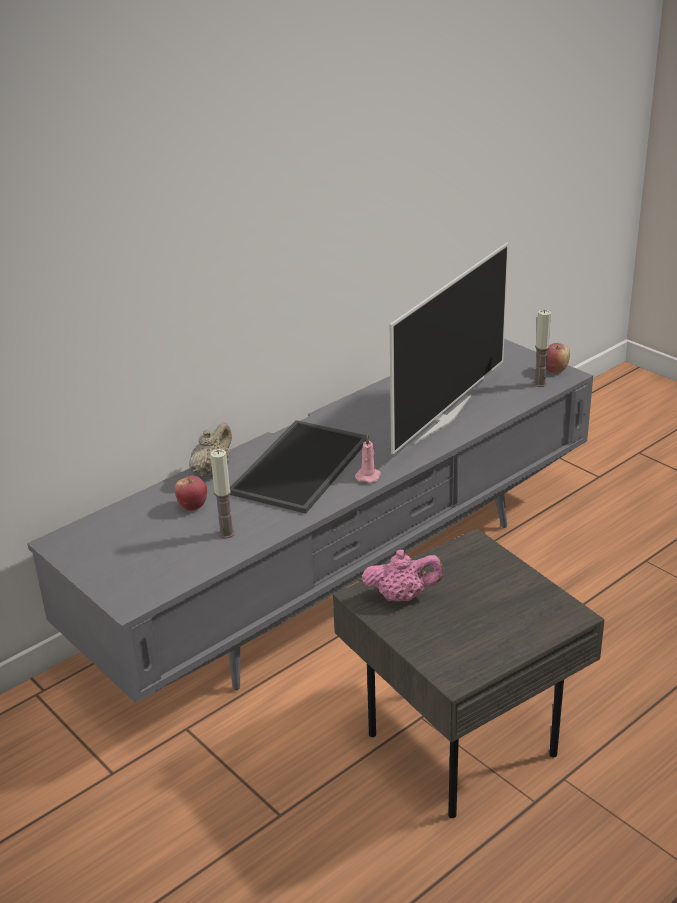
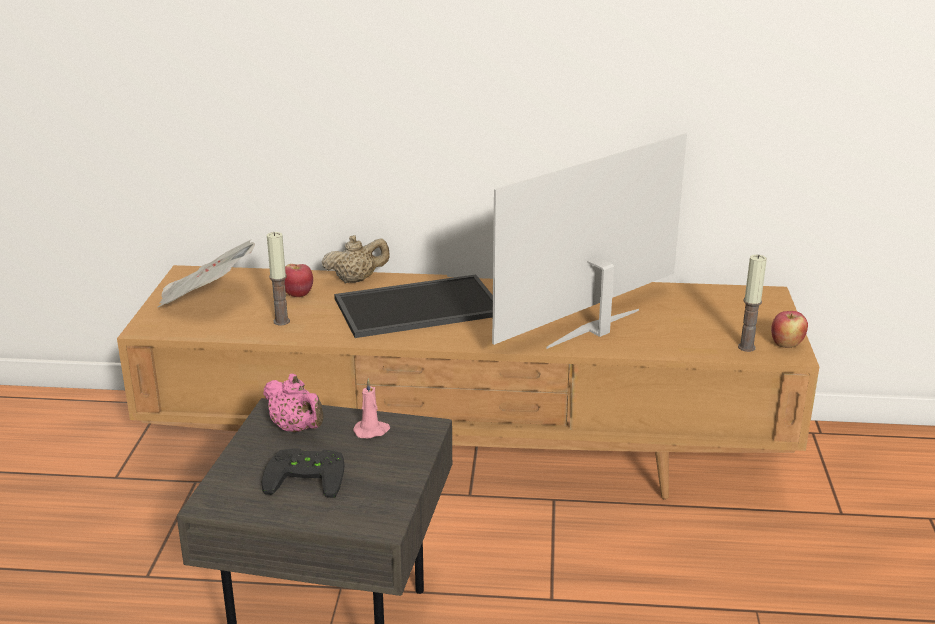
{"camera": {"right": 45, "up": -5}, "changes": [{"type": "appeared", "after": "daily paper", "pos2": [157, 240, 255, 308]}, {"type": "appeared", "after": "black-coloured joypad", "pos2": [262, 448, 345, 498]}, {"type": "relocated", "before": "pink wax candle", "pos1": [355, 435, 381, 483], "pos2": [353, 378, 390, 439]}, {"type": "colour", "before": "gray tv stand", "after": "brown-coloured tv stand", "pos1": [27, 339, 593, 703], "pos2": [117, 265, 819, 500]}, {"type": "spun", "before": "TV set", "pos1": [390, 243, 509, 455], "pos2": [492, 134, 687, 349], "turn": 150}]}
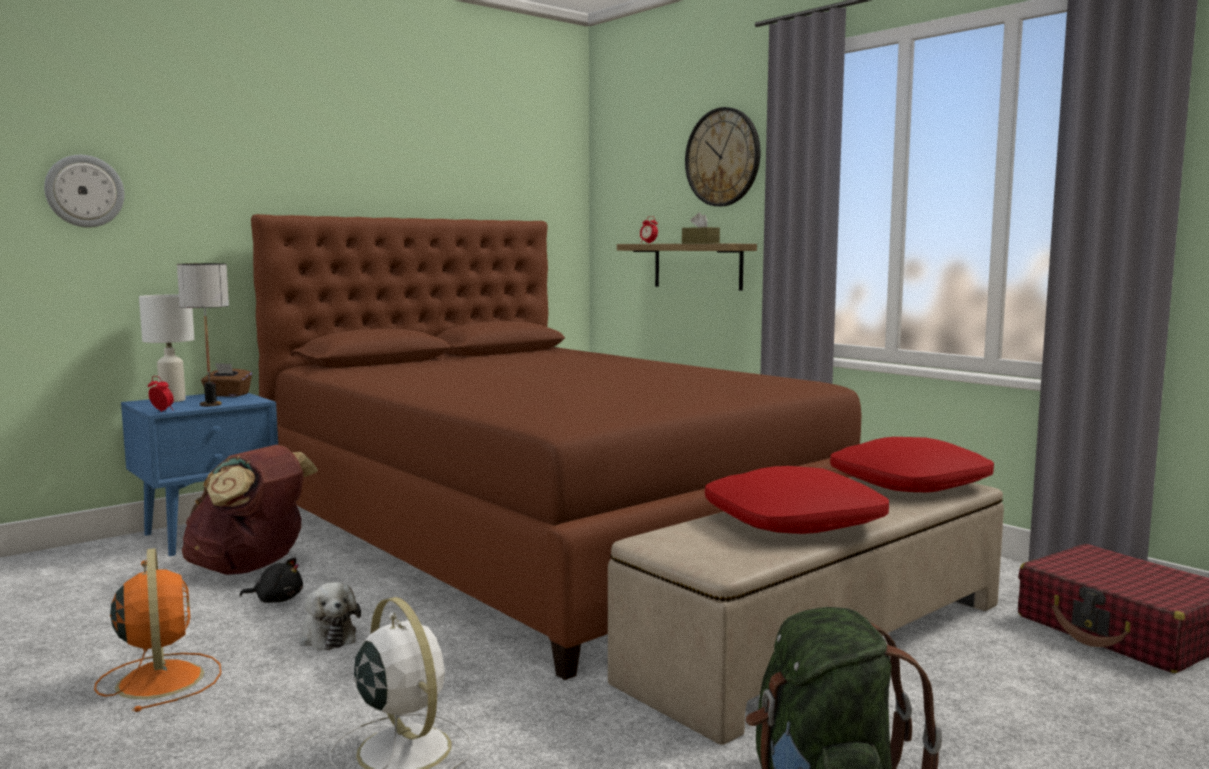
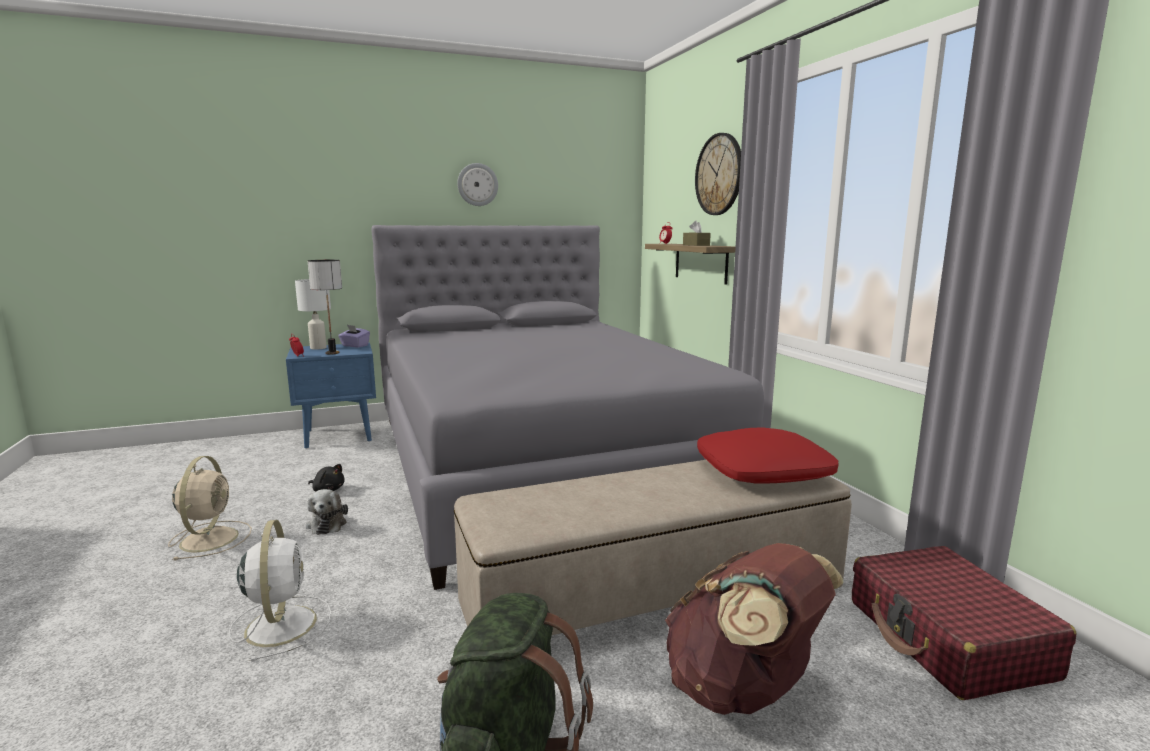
{"camera": {"right": 20, "up": 5}, "changes": [{"type": "missing", "before": "red cushion", "pos1": [705, 466, 889, 534]}, {"type": "relocated", "before": "clock on the wall", "pos1": [44, 155, 125, 227], "pos2": [457, 163, 498, 206]}, {"type": "relocated", "before": "brown-coloured knapsack", "pos1": [182, 445, 318, 575], "pos2": [665, 543, 844, 715]}, {"type": "colour", "before": "orange-coloured fan", "after": "sand-coloured fan", "pos1": [94, 548, 221, 712], "pos2": [168, 456, 252, 561]}, {"type": "colour", "before": "brown-coloured tissue box", "after": "purple-coloured tissue box", "pos1": [201, 363, 252, 397], "pos2": [338, 325, 370, 348]}, {"type": "colour", "before": "brown-coloured bedroom bed", "after": "gray bedroom bed", "pos1": [251, 214, 862, 680], "pos2": [371, 225, 764, 590]}]}
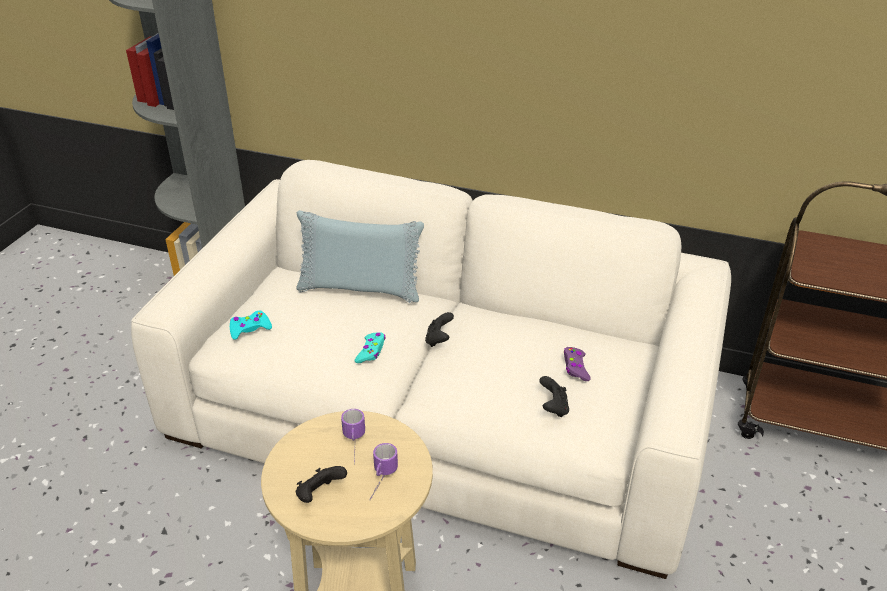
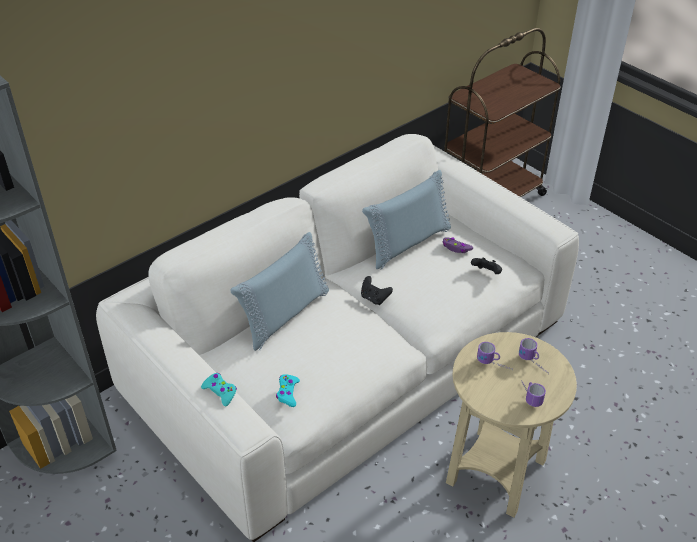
{"camera": {"right": -60, "up": 5}, "changes": [{"type": "appeared", "after": "blue-coloured cushion", "pos2": [362, 170, 451, 270]}, {"type": "relocated", "before": "turquoise joypad", "pos1": [355, 332, 385, 363], "pos2": [201, 373, 237, 407]}, {"type": "exchanged", "before": "black-coloured joypad", "after": "tea mug", "pos1": [296, 466, 347, 503], "pos2": [521, 380, 546, 407]}]}
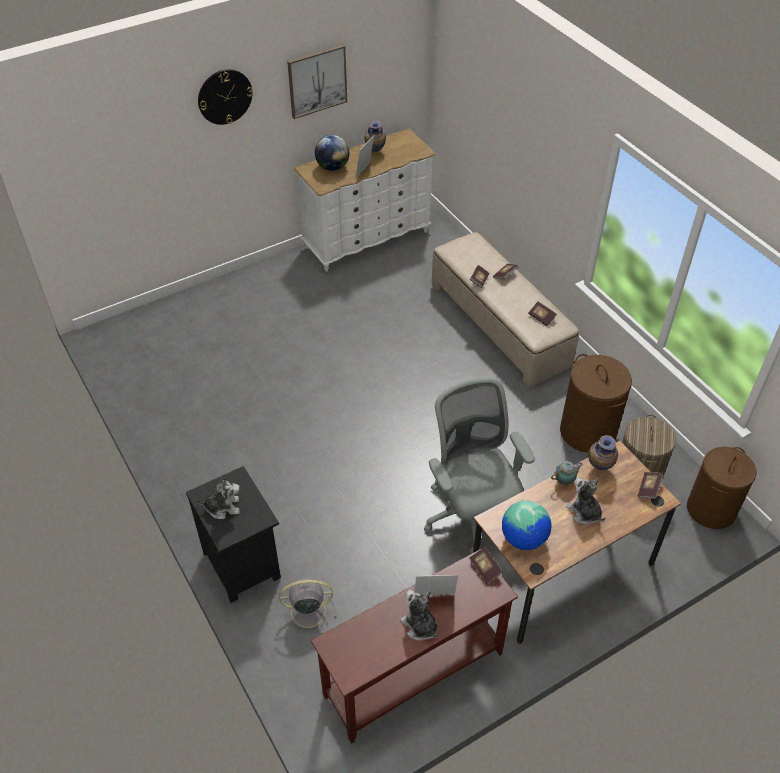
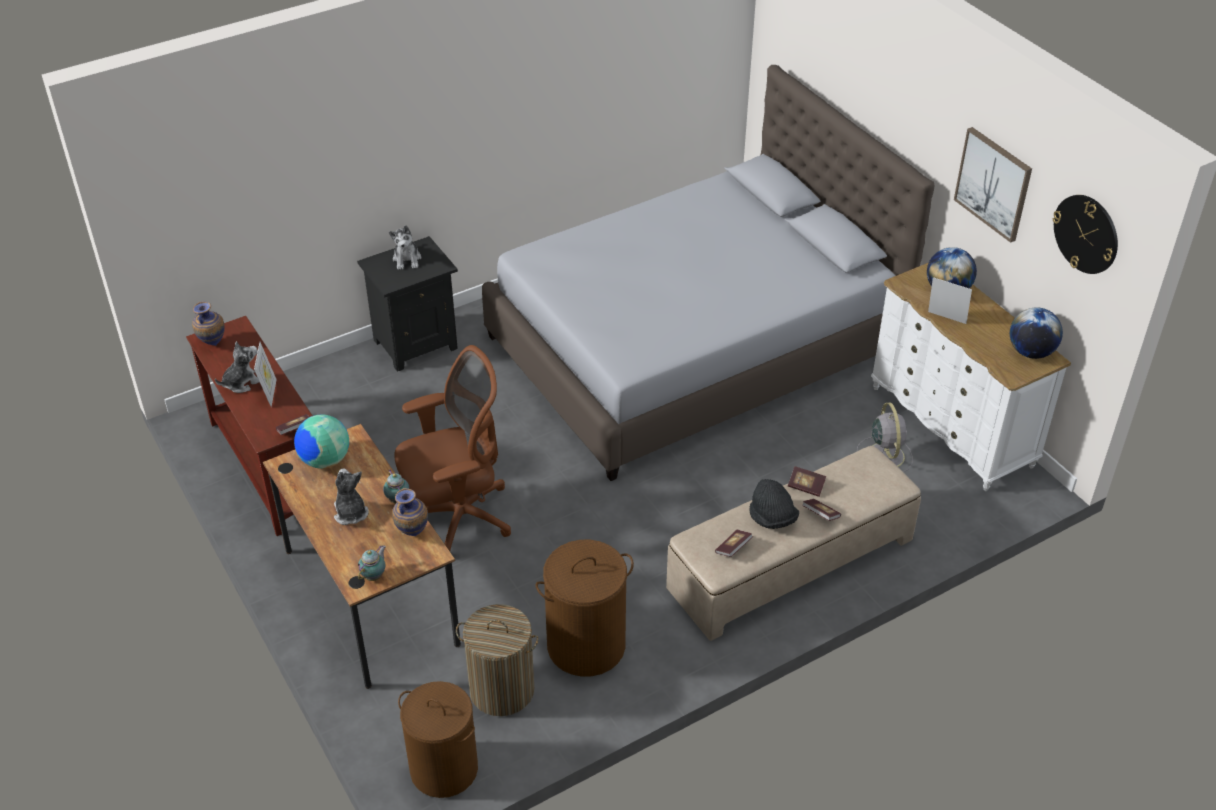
{"camera": {"right": 90, "up": -5}, "changes": [{"type": "appeared", "after": "gray bedroom bed", "pos2": [482, 65, 934, 481]}, {"type": "appeared", "after": "black-coloured clothing hat", "pos2": [749, 479, 799, 529]}, {"type": "appeared", "after": "world globe", "pos2": [1010, 307, 1063, 359]}, {"type": "relocated", "before": "clock on the wall", "pos1": [198, 69, 253, 125], "pos2": [1053, 195, 1118, 274]}, {"type": "relocated", "before": "gray fan", "pos1": [279, 578, 336, 637], "pos2": [857, 402, 913, 472]}, {"type": "relocated", "before": "vase", "pos1": [365, 120, 386, 152], "pos2": [192, 302, 225, 346]}, {"type": "exchanged", "before": "bound book", "after": "pot for tea", "pos1": [637, 472, 663, 499], "pos2": [358, 545, 386, 581]}, {"type": "colour", "before": "gray computer chair", "after": "brown-coloured computer chair", "pos1": [424, 378, 535, 554], "pos2": [394, 345, 511, 551]}, {"type": "spun", "before": "soft toy", "pos1": [566, 478, 606, 525], "pos2": [334, 469, 369, 525], "turn": -75}]}
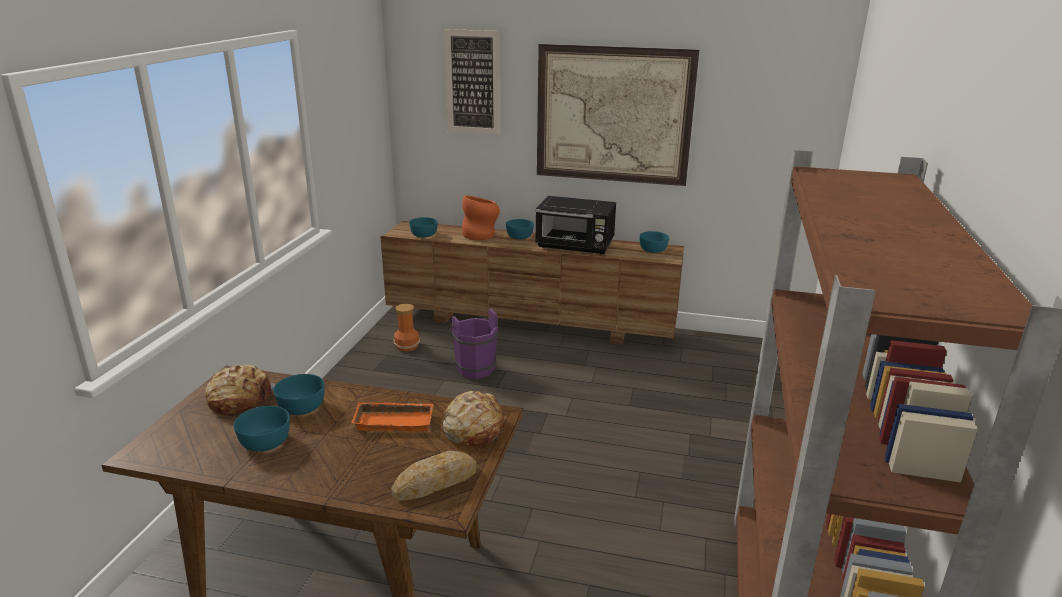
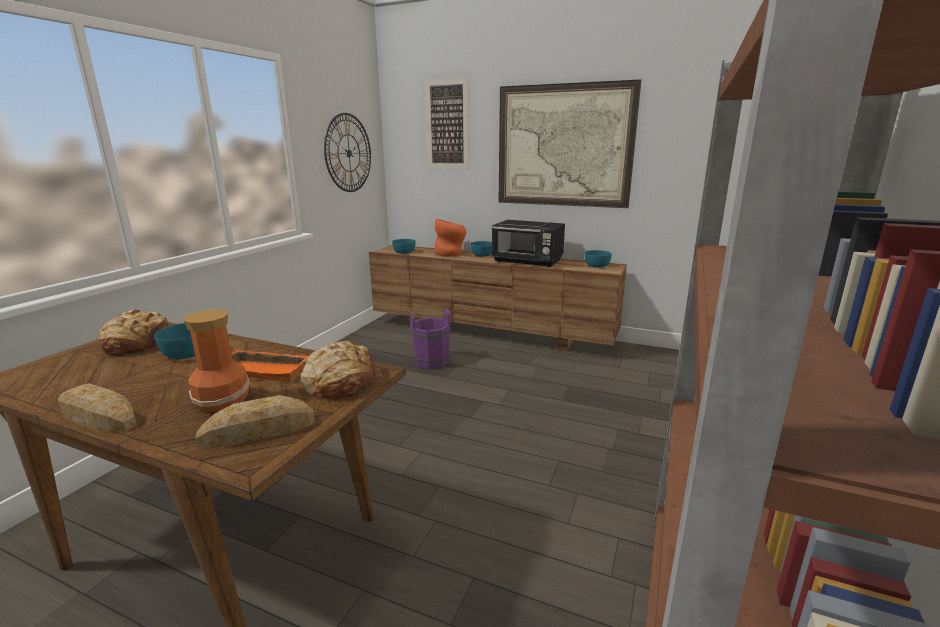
{"camera": {"right": 10, "up": -5}, "changes": [{"type": "missing", "before": "turquoise bowl", "pos1": [234, 406, 290, 452]}, {"type": "appeared", "after": "bread", "pos2": [58, 383, 137, 432]}, {"type": "appeared", "after": "clock on the wall", "pos2": [324, 113, 371, 192]}, {"type": "relocated", "before": "vase", "pos1": [394, 304, 420, 352], "pos2": [184, 309, 250, 412]}]}
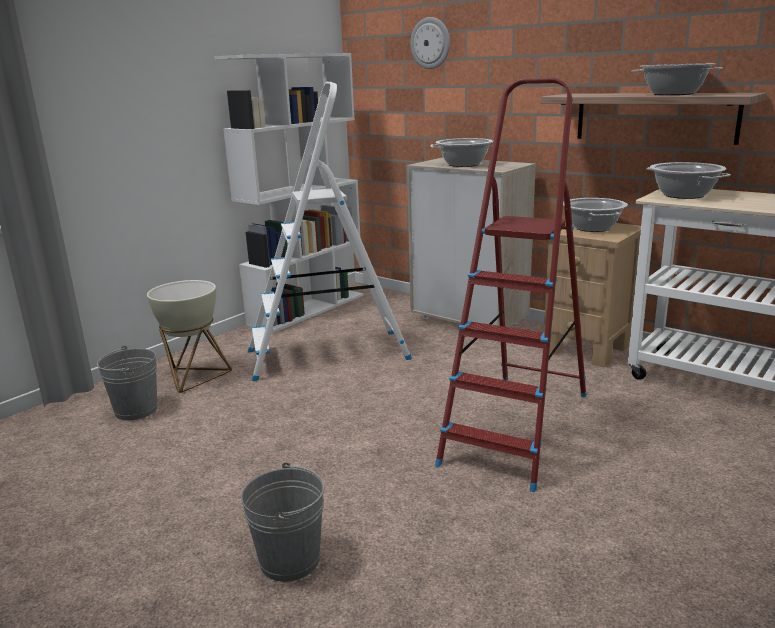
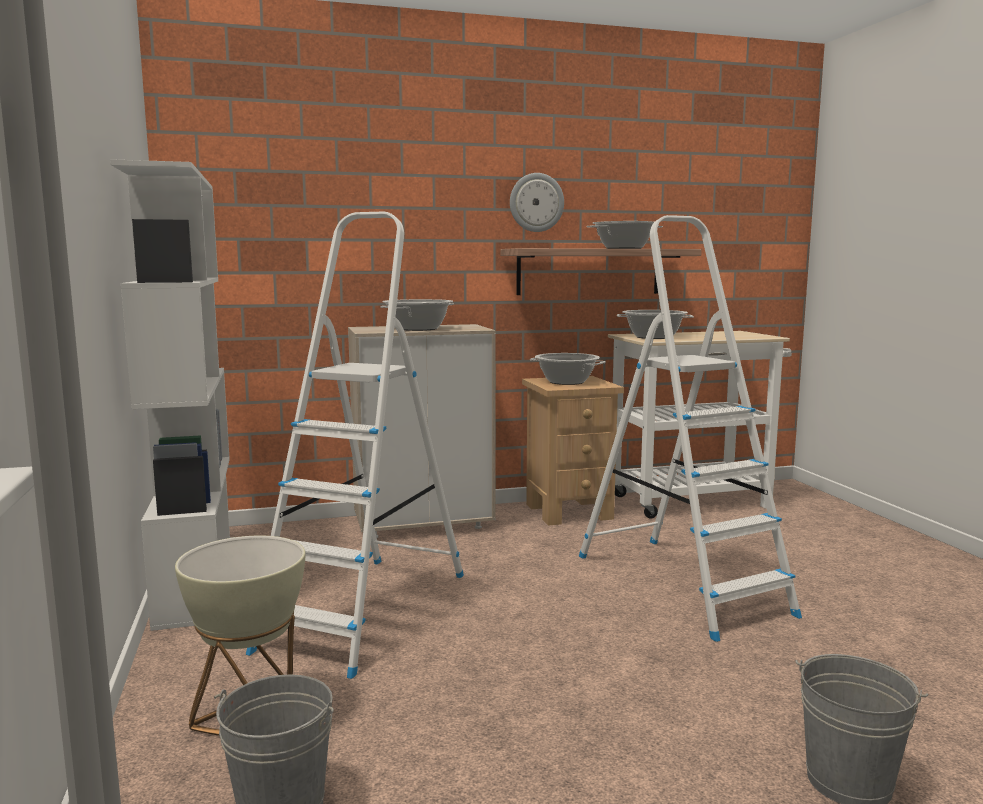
{"camera": {"right": -55, "up": -10}, "changes": [{"type": "relocated", "before": "clock on the wall", "pos1": [410, 17, 450, 69], "pos2": [510, 173, 564, 232]}, {"type": "colour", "before": "red step ladder", "after": "white-coloured step ladder", "pos1": [435, 78, 586, 492], "pos2": [579, 215, 802, 642]}]}
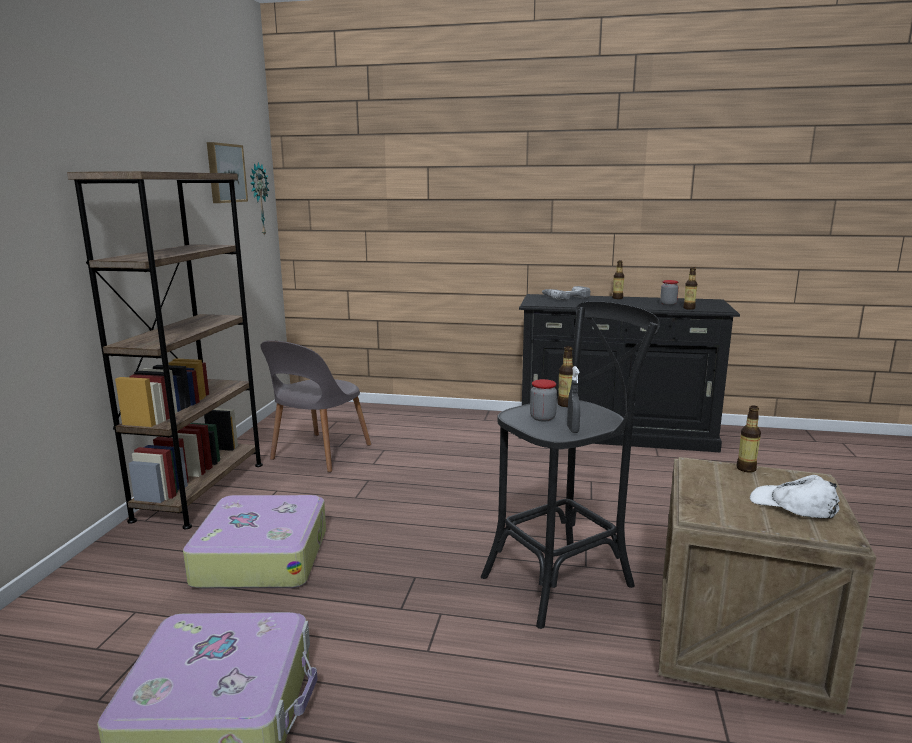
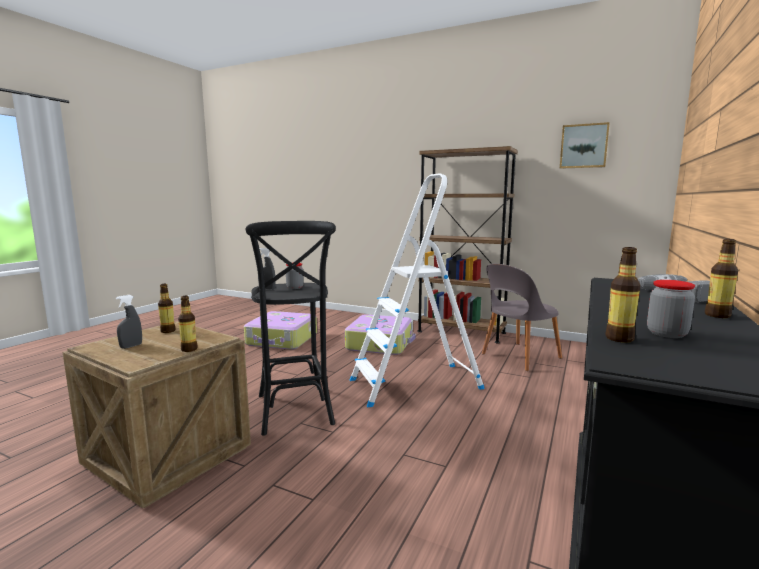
{"camera": {"right": 105, "up": -5}, "changes": [{"type": "missing", "before": "clock on the wall", "pos1": [250, 162, 269, 237]}, {"type": "appeared", "after": "white-coloured step ladder", "pos2": [350, 173, 485, 407]}, {"type": "relocated", "before": "beverage bottle", "pos1": [557, 346, 574, 407], "pos2": [158, 284, 176, 333]}, {"type": "exchanged", "before": "white-coloured baseball cap", "after": "gray sprayer", "pos1": [750, 475, 840, 518], "pos2": [116, 295, 142, 349]}, {"type": "spun", "before": "gray plain chair", "pos1": [260, 341, 371, 472], "pos2": [482, 264, 562, 371], "turn": -75}]}
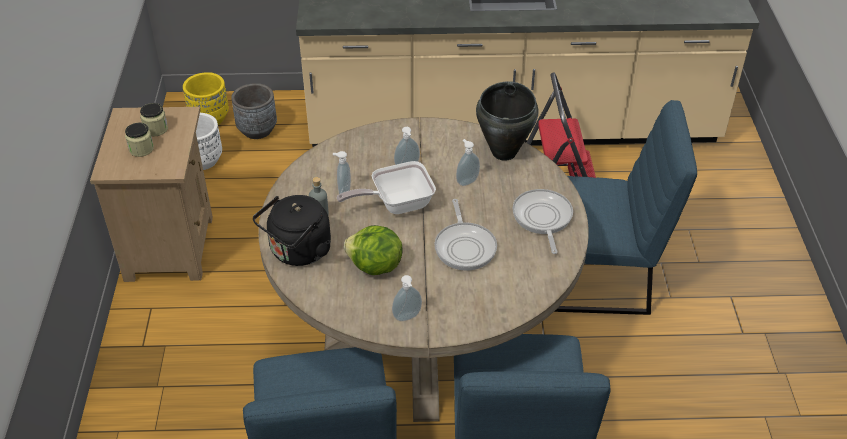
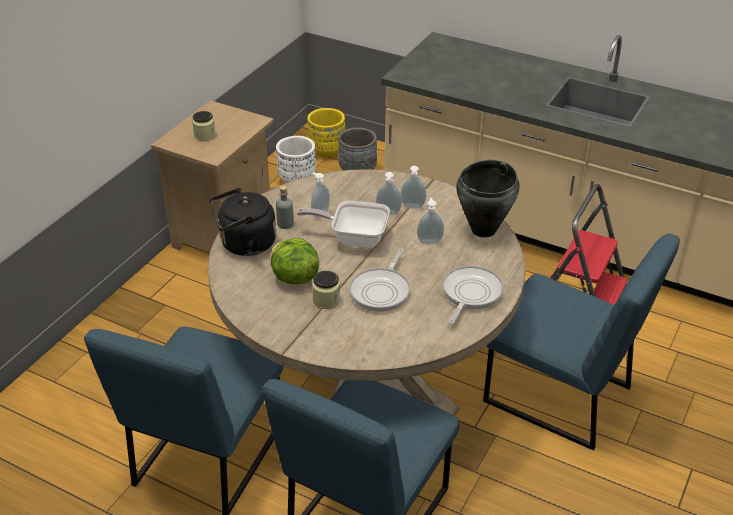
{"camera": {"right": 30, "up": -5}, "changes": [{"type": "relocated", "before": "storage jar", "pos1": [140, 103, 168, 136], "pos2": [312, 271, 340, 309]}, {"type": "relocated", "before": "liquid soap bottle", "pos1": [392, 275, 422, 321], "pos2": [401, 166, 426, 208]}]}
